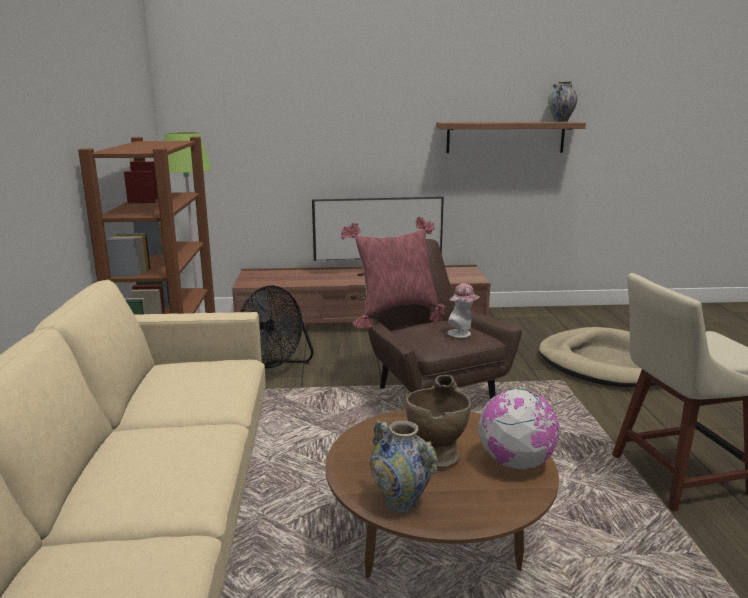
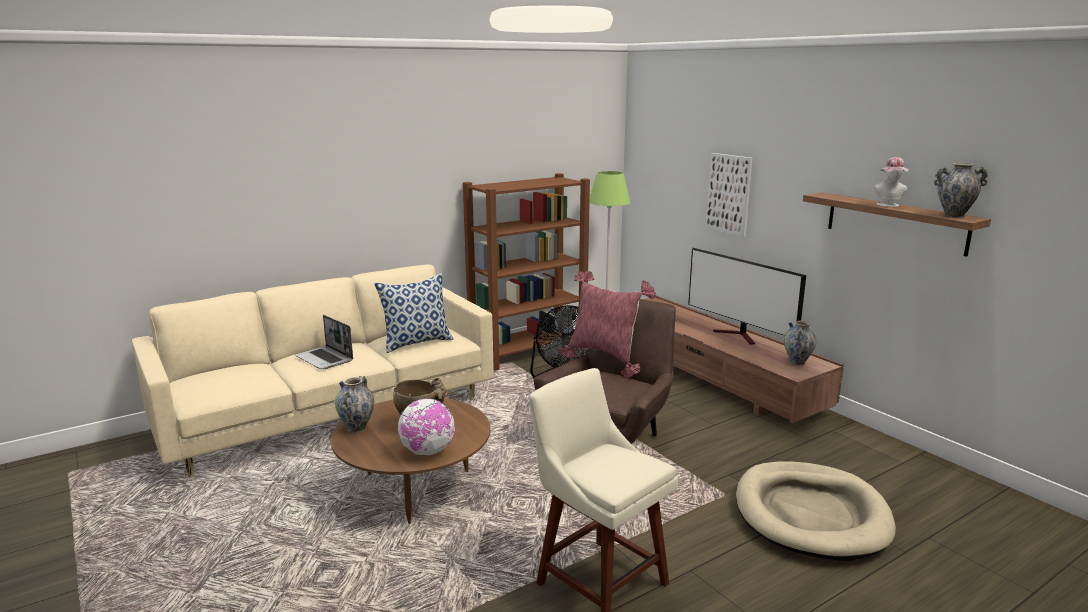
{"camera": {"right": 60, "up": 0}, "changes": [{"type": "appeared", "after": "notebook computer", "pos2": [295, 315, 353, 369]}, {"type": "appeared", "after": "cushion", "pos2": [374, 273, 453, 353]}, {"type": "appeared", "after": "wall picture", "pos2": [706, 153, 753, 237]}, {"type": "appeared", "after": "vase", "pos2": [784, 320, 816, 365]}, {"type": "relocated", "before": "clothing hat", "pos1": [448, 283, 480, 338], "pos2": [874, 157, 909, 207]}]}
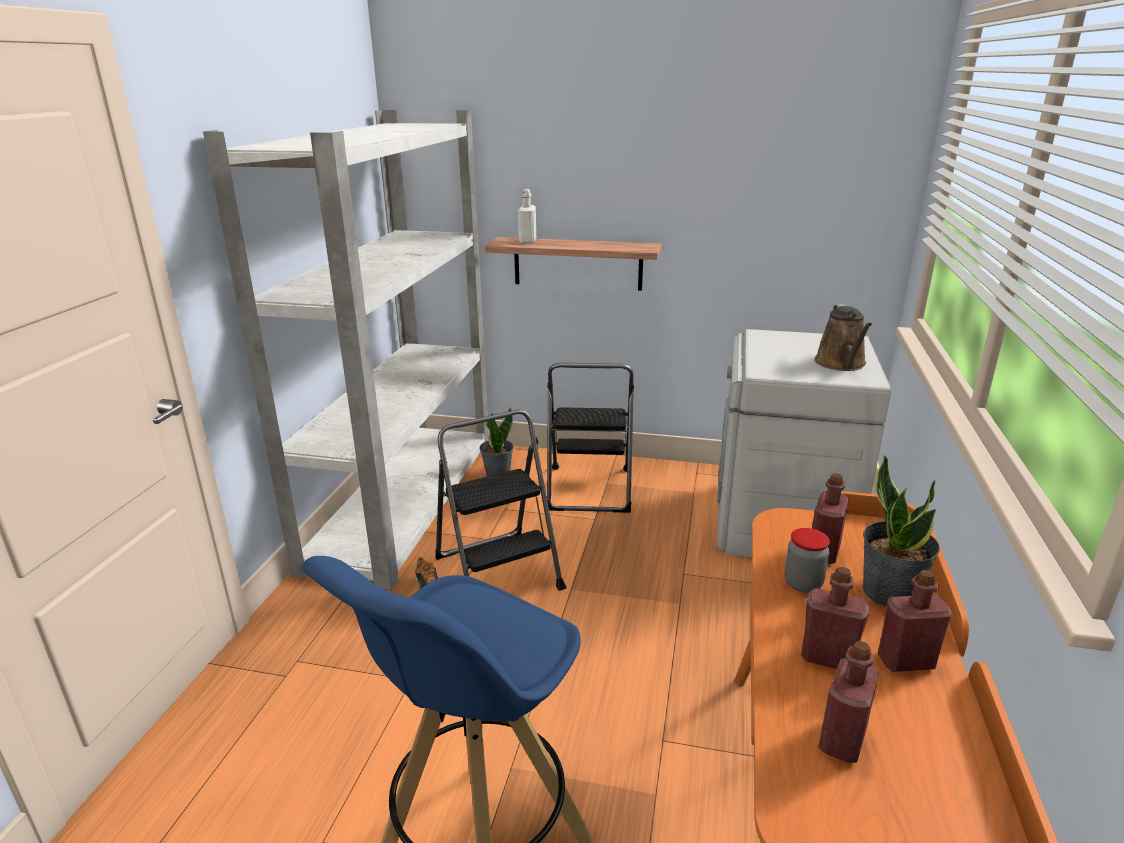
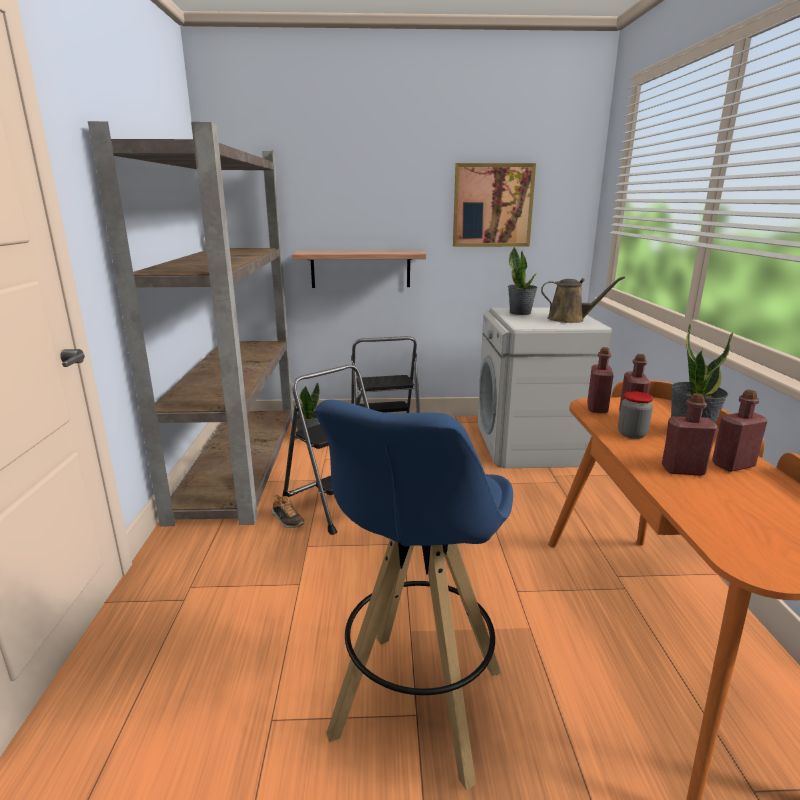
{"camera": {"right": -15, "up": -5}, "changes": [{"type": "missing", "before": "white-coloured beverage bottle", "pos1": [518, 189, 536, 244]}, {"type": "appeared", "after": "wall picture", "pos2": [453, 163, 536, 247]}, {"type": "appeared", "after": "plant in a pot", "pos2": [508, 247, 538, 315]}, {"type": "relocated", "before": "red beverage bottle", "pos1": [818, 641, 879, 763], "pos2": [587, 347, 613, 413]}, {"type": "colour", "before": "white-coloured bookcase", "after": "brown-coloured bookcase", "pos1": [203, 110, 489, 590], "pos2": [88, 121, 294, 527]}, {"type": "spun", "before": "brown-coloured watering pot", "pos1": [815, 304, 872, 371], "pos2": [541, 276, 625, 323], "turn": -60}]}
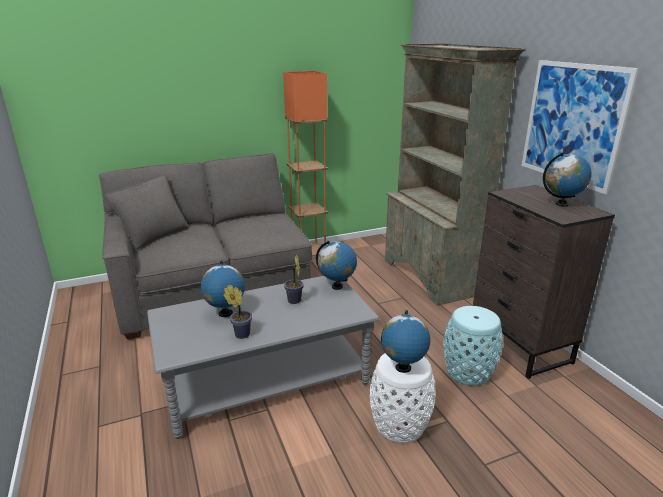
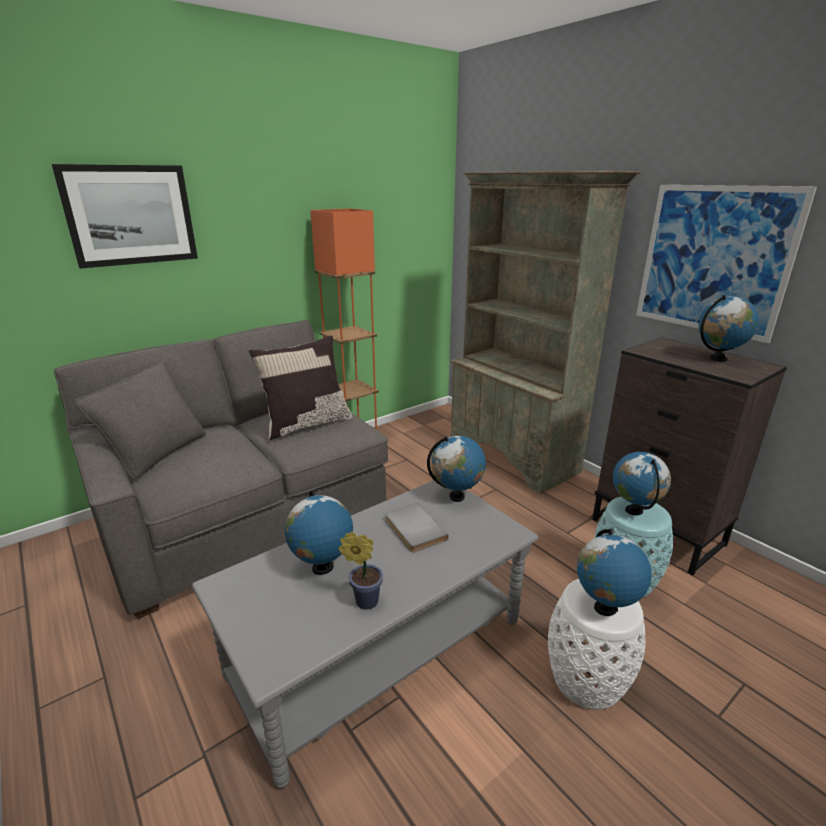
{"camera": {"right": -15, "up": 0}, "changes": [{"type": "appeared", "after": "wall picture", "pos2": [52, 164, 198, 269]}, {"type": "appeared", "after": "cushion", "pos2": [249, 336, 352, 440]}, {"type": "appeared", "after": "world globe", "pos2": [613, 452, 671, 515]}, {"type": "exchanged", "before": "plant in a pot", "after": "gray bound book", "pos1": [284, 254, 304, 304], "pos2": [385, 503, 449, 553]}]}
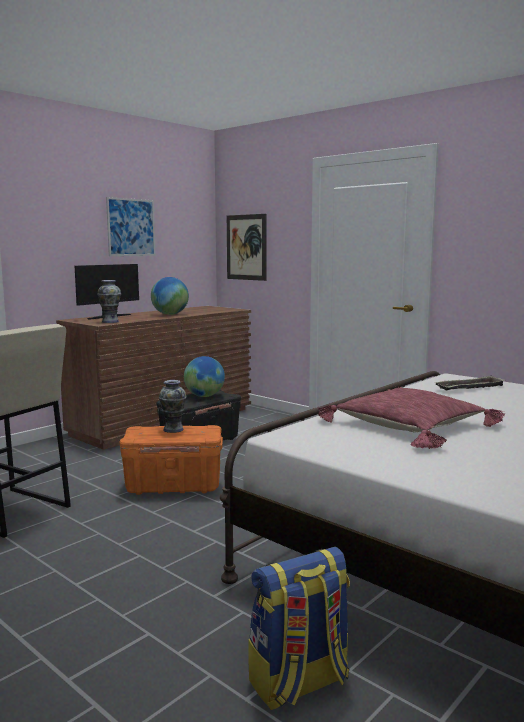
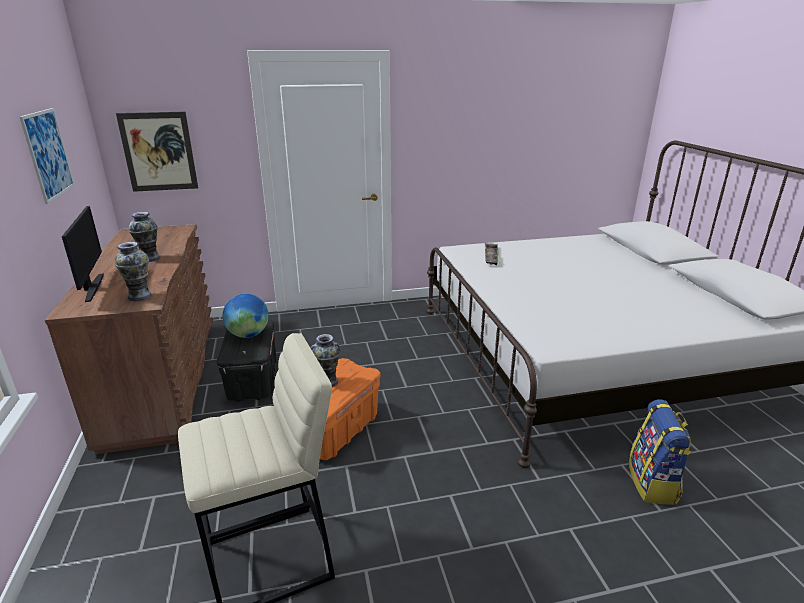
{"camera": {"right": -55, "up": 15}, "changes": [{"type": "missing", "before": "red cushion", "pos1": [317, 387, 505, 449]}, {"type": "exchanged", "before": "world globe", "after": "vase", "pos1": [151, 277, 189, 315], "pos2": [128, 212, 160, 262]}]}
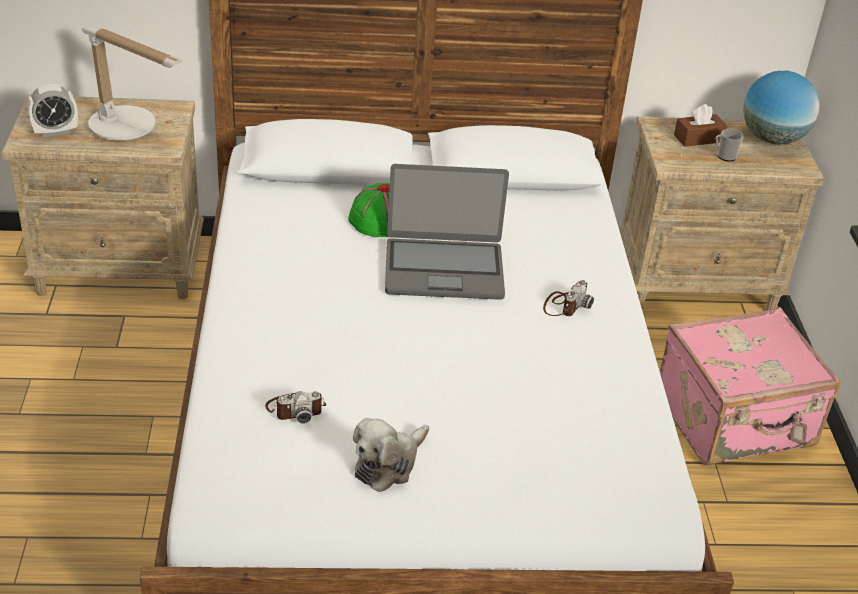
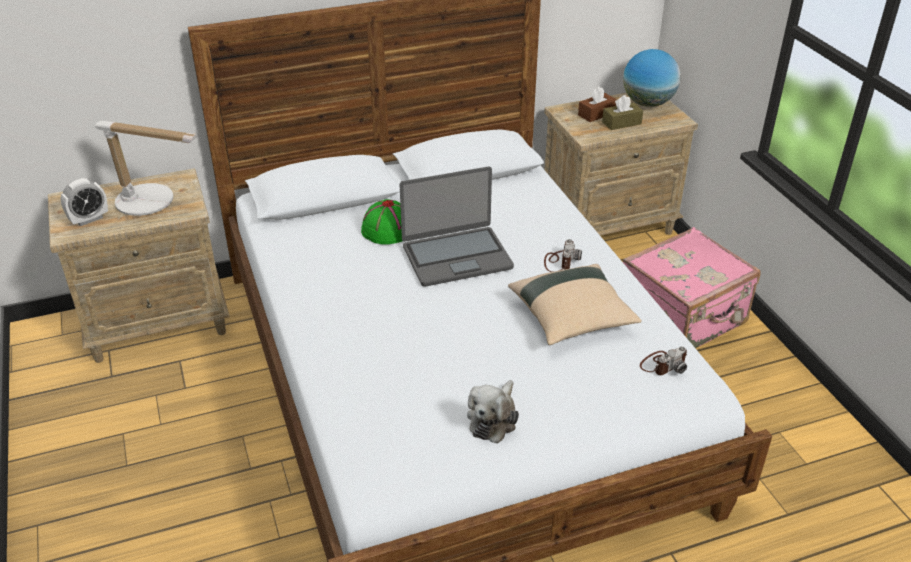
{"camera": {"right": -15, "up": 0}, "changes": [{"type": "appeared", "after": "sand-coloured cushion", "pos2": [508, 264, 642, 345]}, {"type": "relocated", "before": "still camera", "pos1": [265, 391, 326, 424], "pos2": [640, 346, 687, 375]}, {"type": "exchanged", "before": "tea mug", "after": "brown-coloured tissue box", "pos1": [715, 129, 743, 162], "pos2": [602, 95, 643, 130]}]}
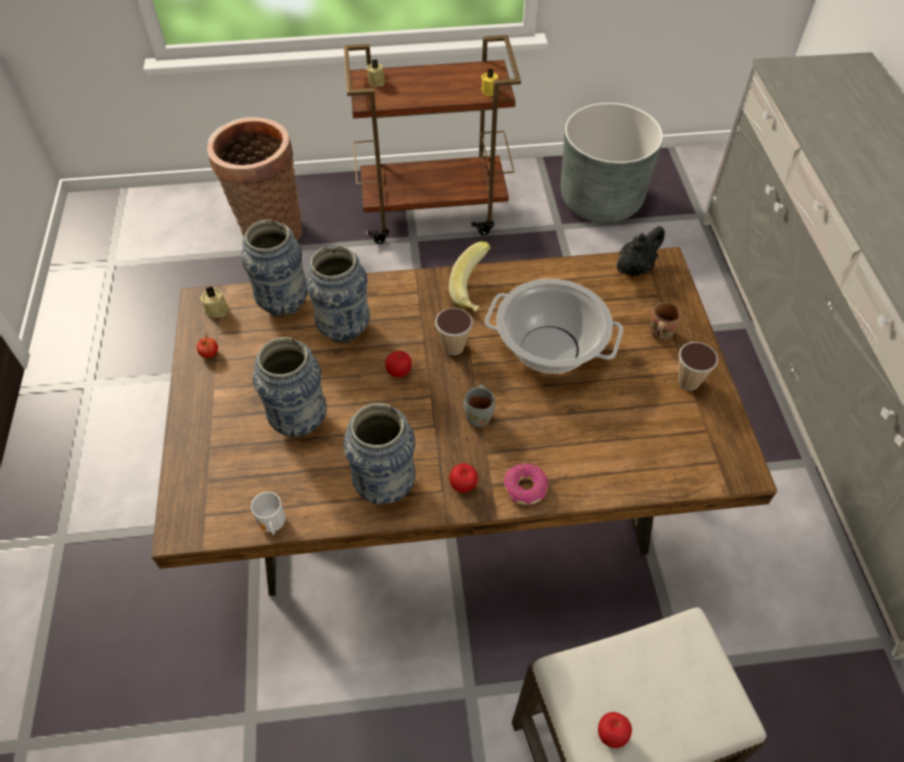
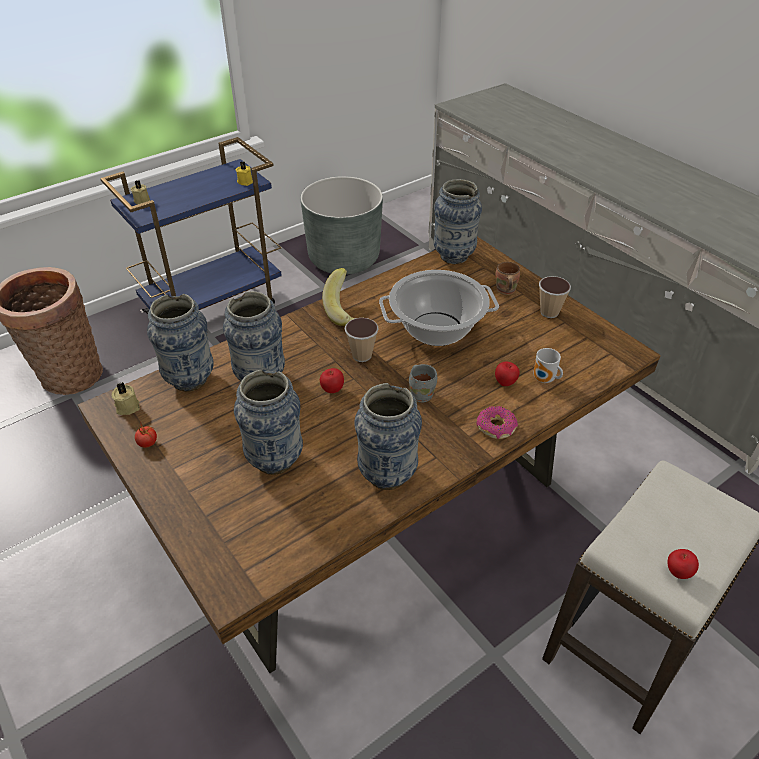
{"camera": {"right": -30, "up": -10}, "changes": [{"type": "relocated", "before": "tea mug", "pos1": [251, 492, 285, 535], "pos2": [533, 348, 563, 383]}, {"type": "relocated", "before": "whole apple", "pos1": [449, 463, 478, 493], "pos2": [495, 362, 520, 386]}, {"type": "exchanged", "before": "black-coloured pot for tea", "after": "vase", "pos1": [616, 226, 665, 277], "pos2": [433, 179, 482, 264]}, {"type": "colour", "before": "brown-coloured wheeled cart", "after": "blue-coloured wheeled cart", "pos1": [344, 35, 521, 244], "pos2": [100, 137, 282, 314]}]}
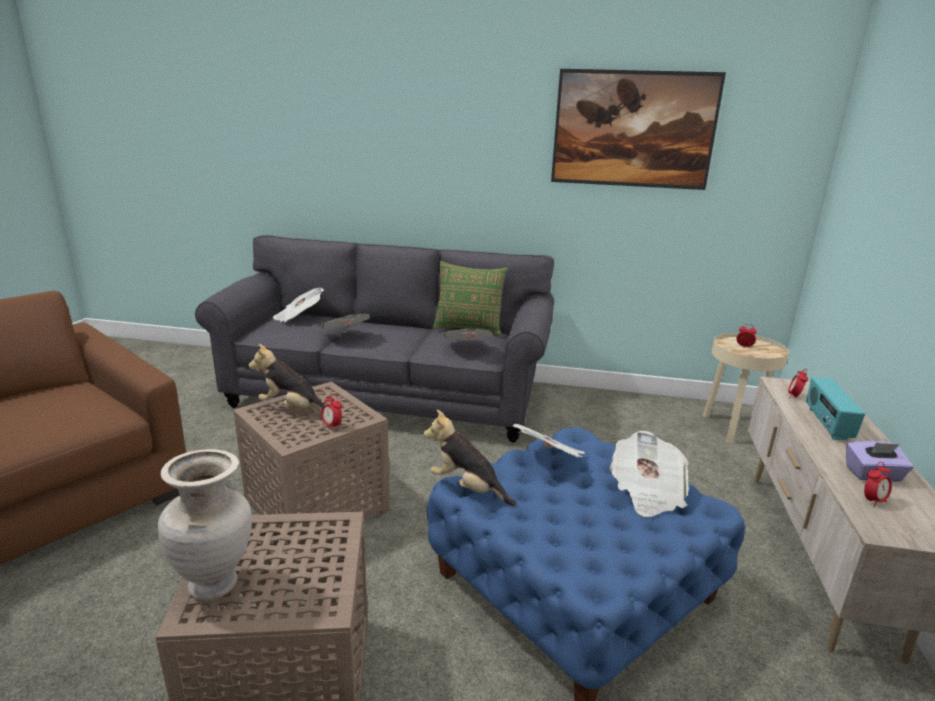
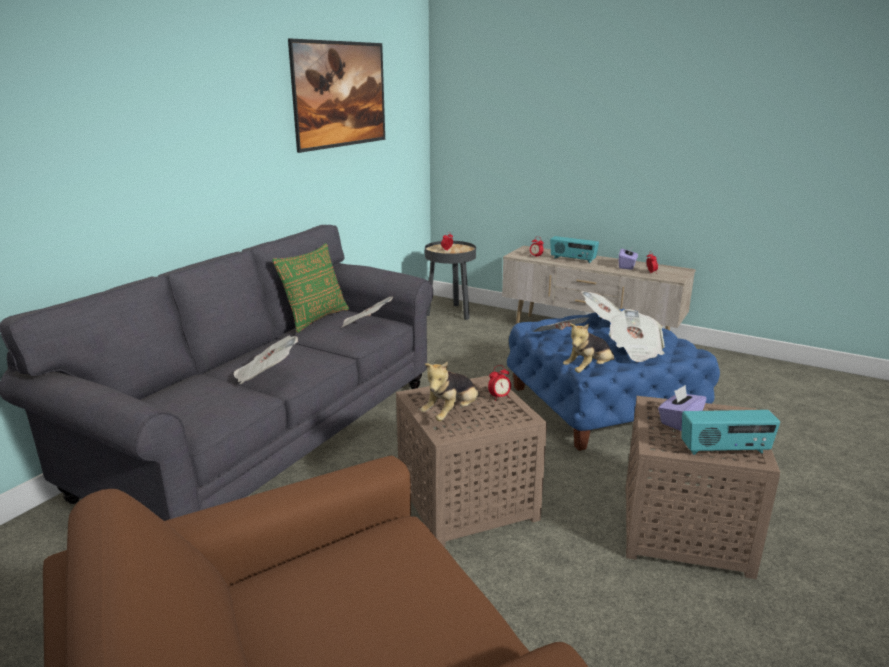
{"camera": {"right": -70, "up": 0}, "changes": [{"type": "appeared", "after": "purple-coloured tissue box", "pos2": [658, 385, 706, 431]}, {"type": "relocated", "before": "daily paper", "pos1": [273, 288, 324, 323], "pos2": [609, 309, 665, 362]}, {"type": "exchanged", "before": "sand-coloured vase", "after": "radio receiver", "pos1": [158, 449, 252, 600], "pos2": [681, 410, 780, 455]}, {"type": "colour", "before": "sand-coloured accent table", "after": "black-coloured accent table", "pos1": [703, 333, 789, 444], "pos2": [425, 241, 476, 320]}]}
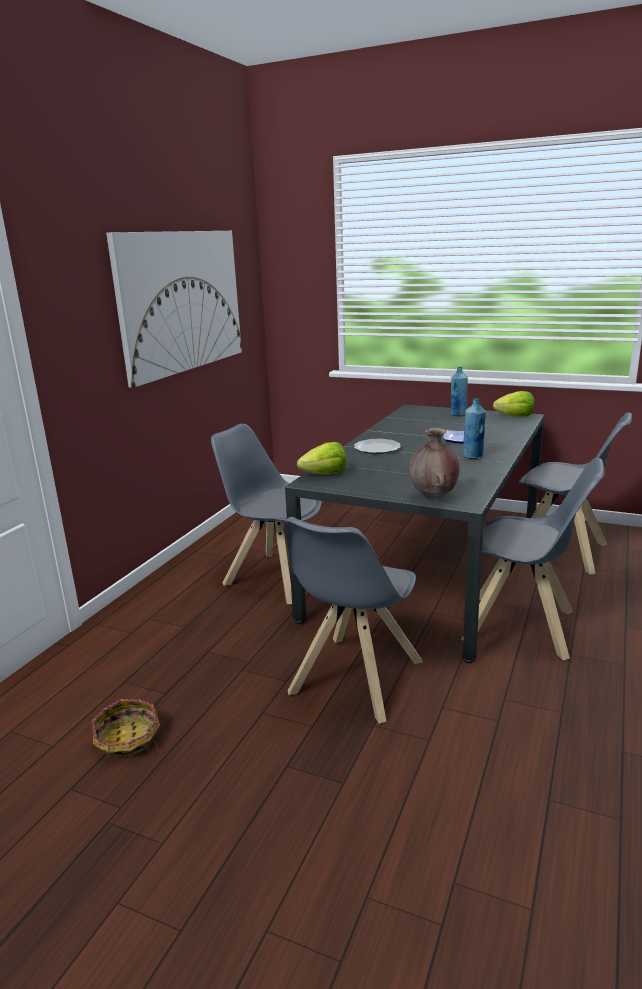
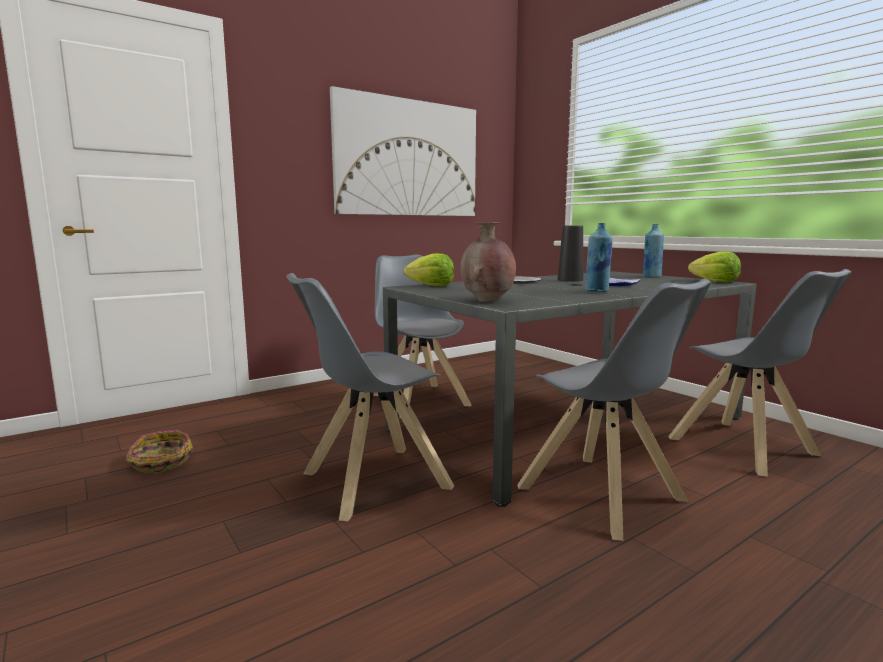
{"camera": {"right": 30, "up": -10}, "changes": [{"type": "appeared", "after": "black-coloured vase", "pos2": [557, 226, 583, 282]}]}
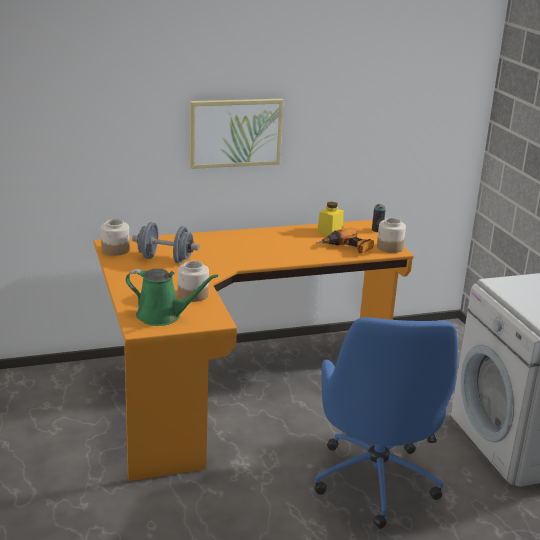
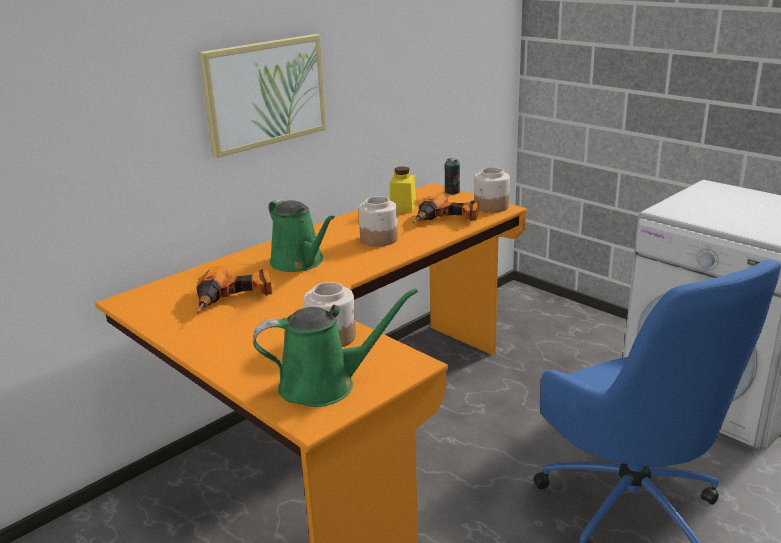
{"camera": {"right": -25, "up": 0}, "changes": [{"type": "appeared", "after": "greenish watering pot", "pos2": [269, 199, 335, 272]}, {"type": "relocated", "before": "storage jar", "pos1": [101, 219, 130, 256], "pos2": [359, 196, 398, 246]}, {"type": "exchanged", "before": "gray hand weight", "after": "drill", "pos1": [132, 222, 199, 264], "pos2": [196, 266, 272, 313]}]}
